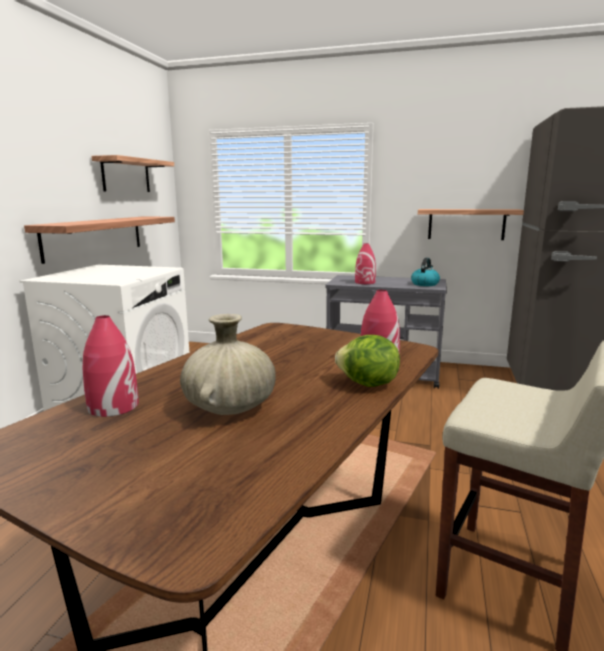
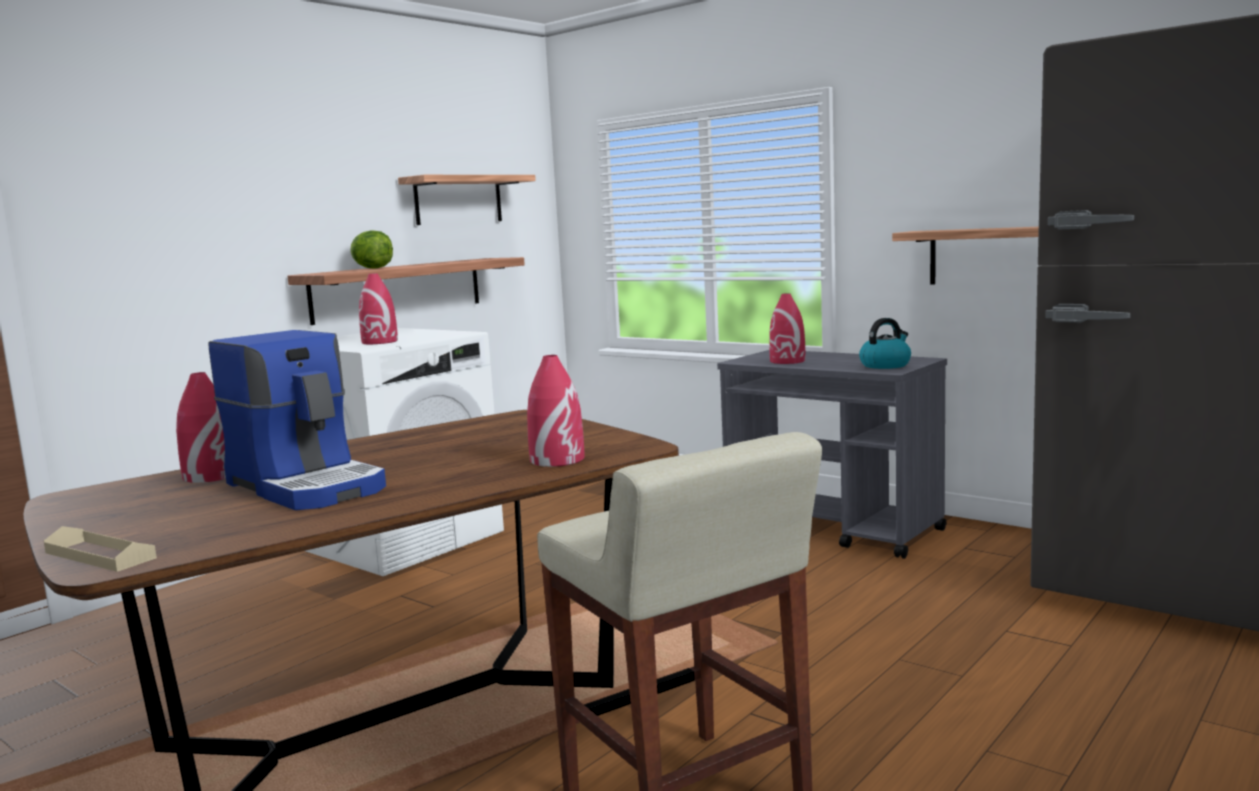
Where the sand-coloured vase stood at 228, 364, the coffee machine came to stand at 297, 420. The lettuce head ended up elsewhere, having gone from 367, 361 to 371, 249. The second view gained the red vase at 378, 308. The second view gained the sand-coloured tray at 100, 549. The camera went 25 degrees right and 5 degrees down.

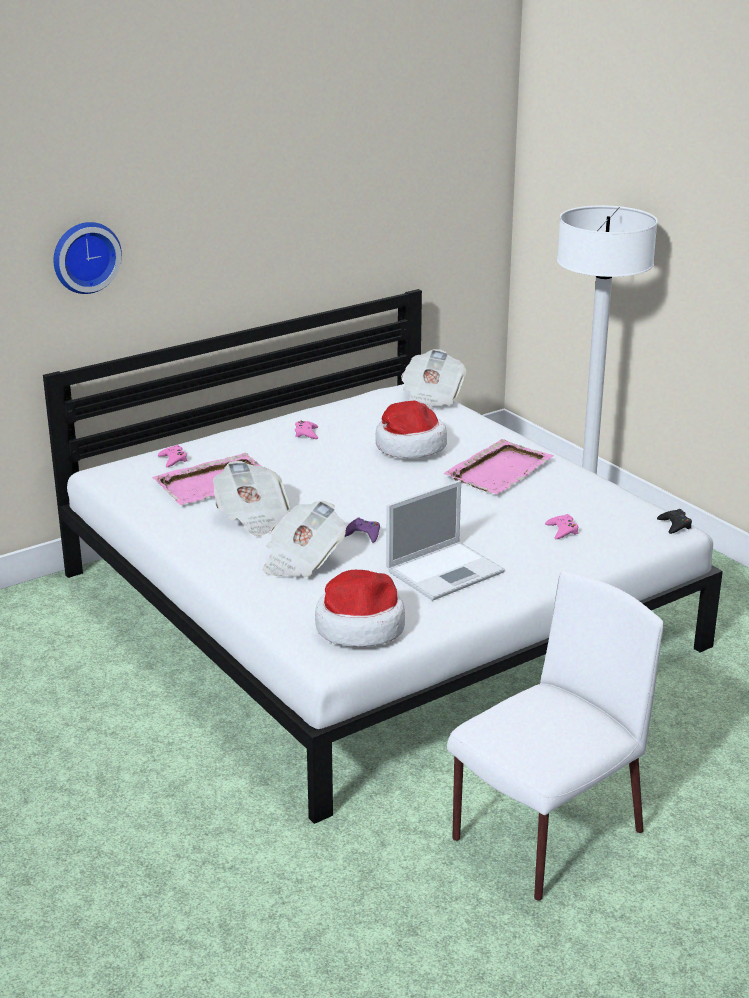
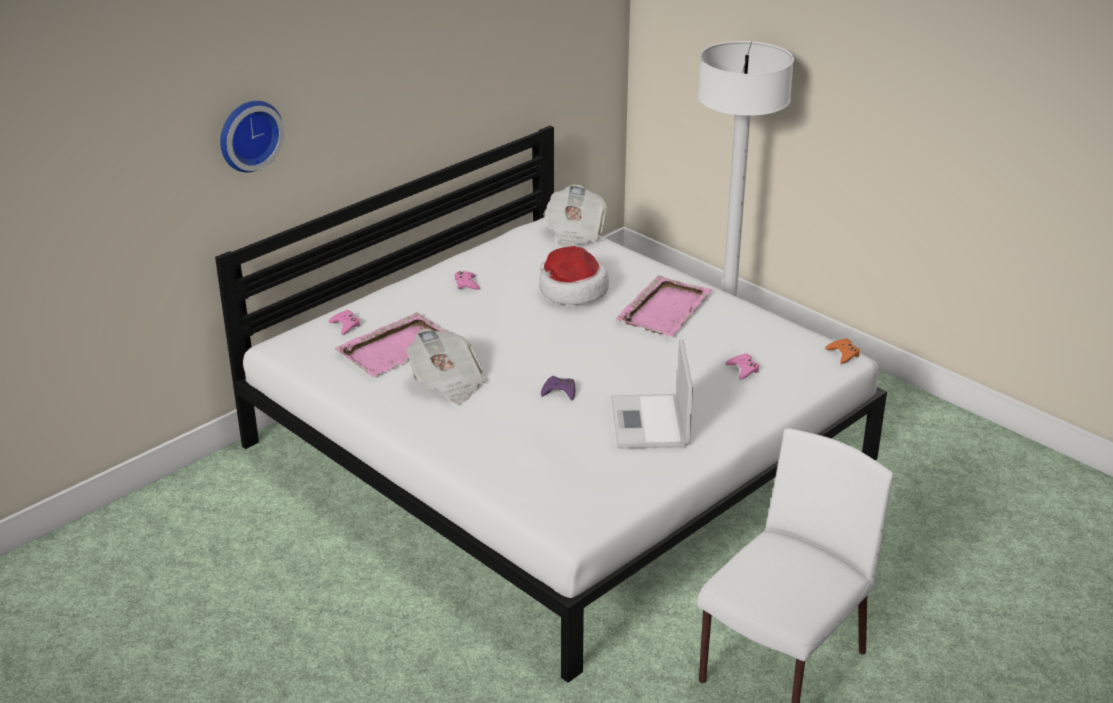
The laptop at 445, 540 ended up facing another way, 135 degrees clockwise from before. The second view lost the newspaper at 304, 539. What was the black-coloured joypad at 674, 521 turned into the orangey joypad at 842, 351. The second view lost the hat at 360, 608. The camera went 10 degrees left and 5 degrees up.

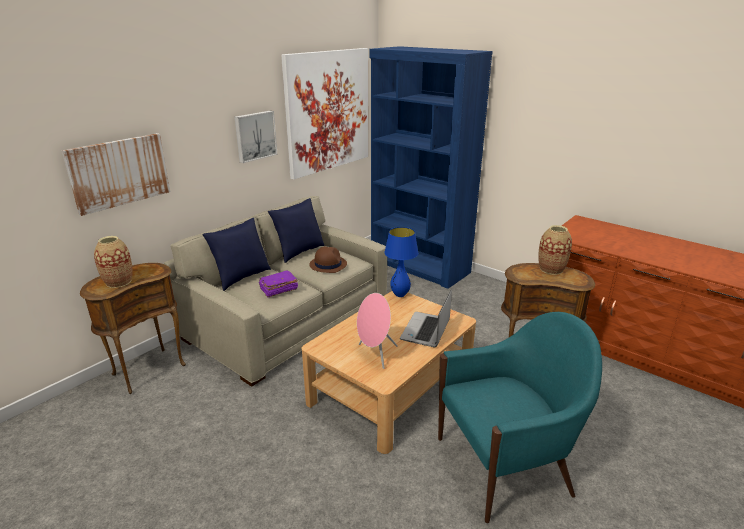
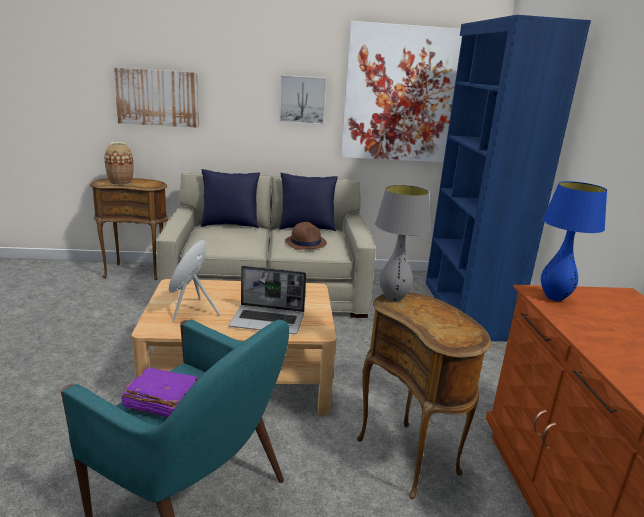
The second view lost the vase at 555, 250. The blue table lamp ended up elsewhere, having gone from 401, 262 to 574, 241. The purple book ended up elsewhere, having gone from 278, 284 to 160, 392. The laptop at 426, 318 ended up facing another way, 150 degrees counterclockwise from before. The second view gained the grey table lamp at 403, 243. The camera went 45 degrees right and 5 degrees down.

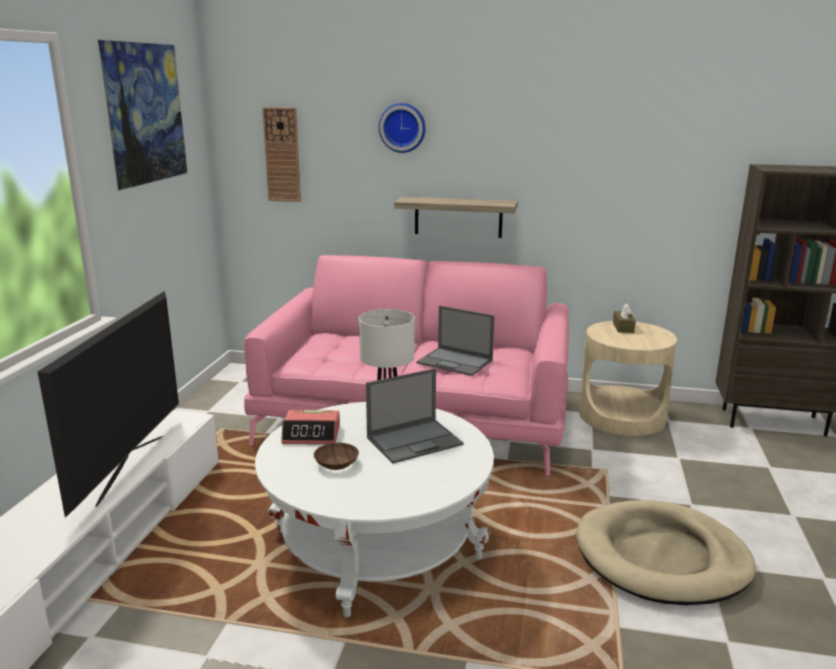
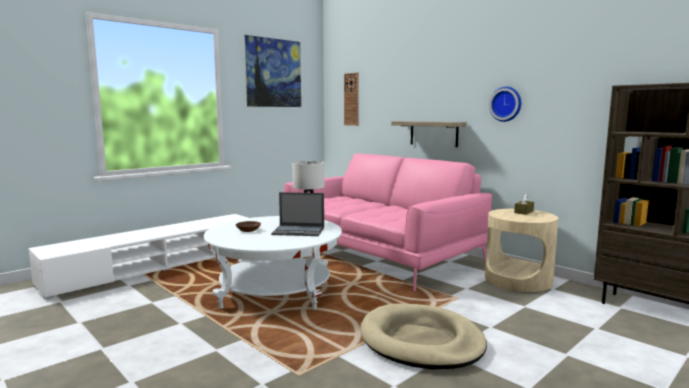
The wall clock ended up elsewhere, having gone from 402, 128 to 505, 104. The second view lost the TV set at 108, 404. The second view lost the laptop at 456, 341. The second view lost the table clock at 310, 427. The camera went 35 degrees right and 10 degrees down.

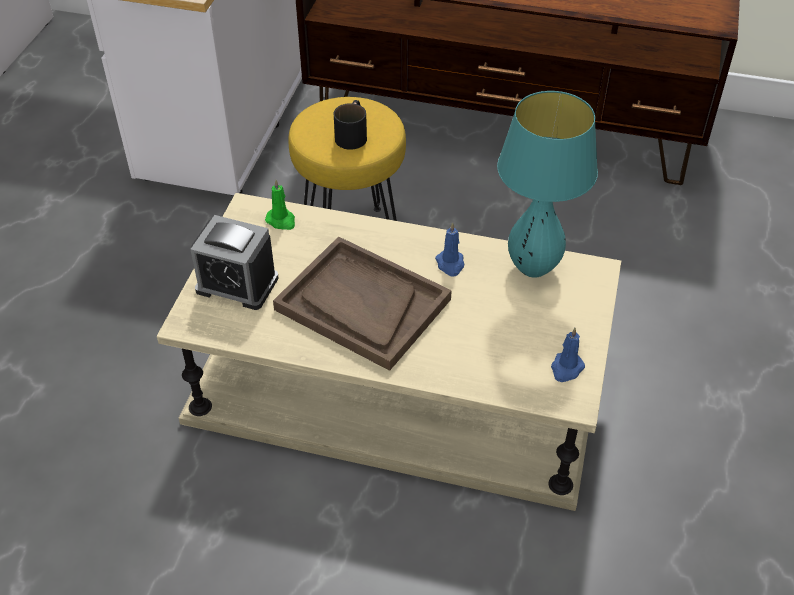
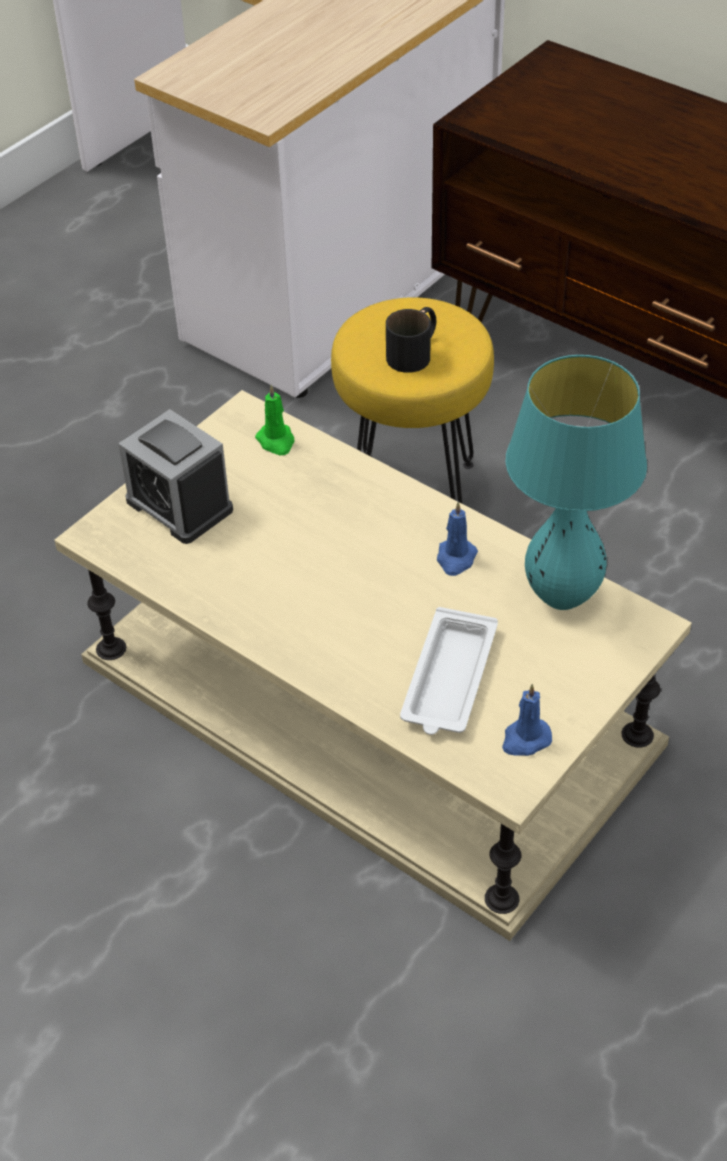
The second view lost the brown tray at 362, 303. The second view gained the white tray at 449, 671. The camera went 25 degrees right and 0 degrees up.

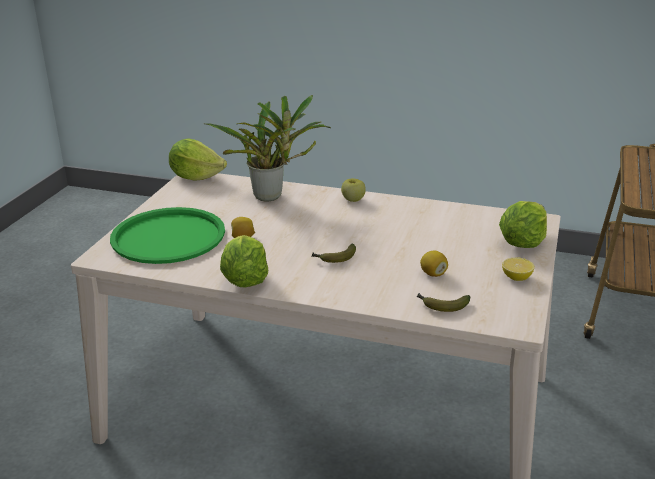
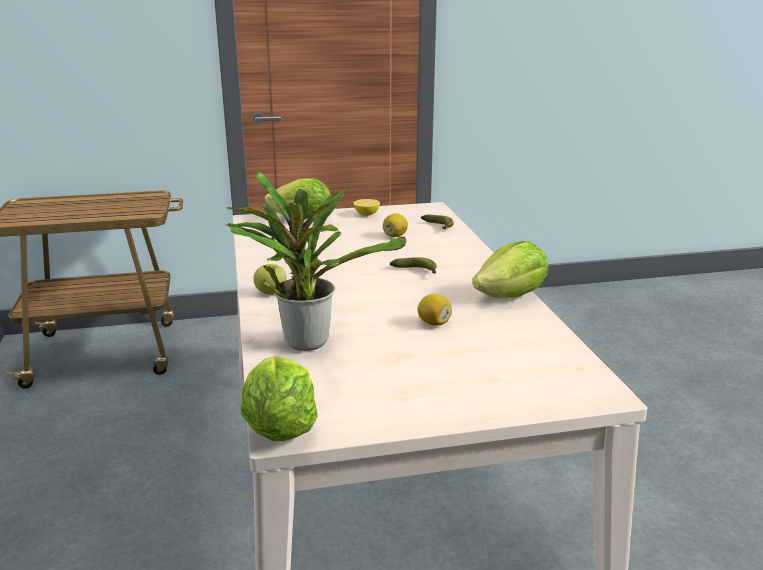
The second view lost the green tray at 167, 235. The camera went 120 degrees left and 5 degrees down.

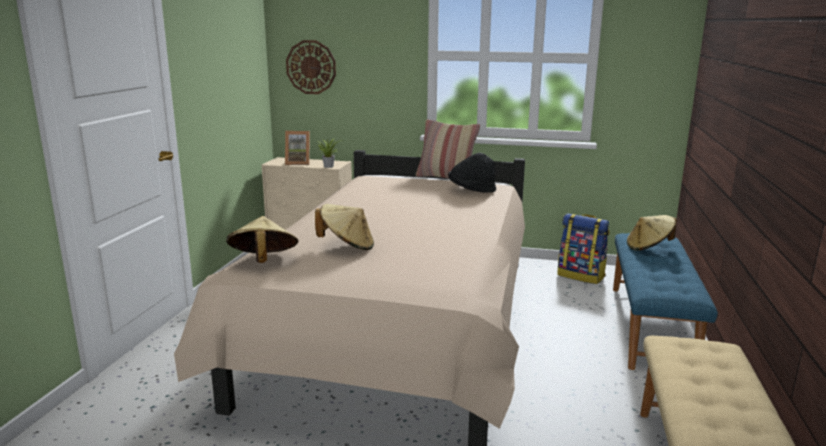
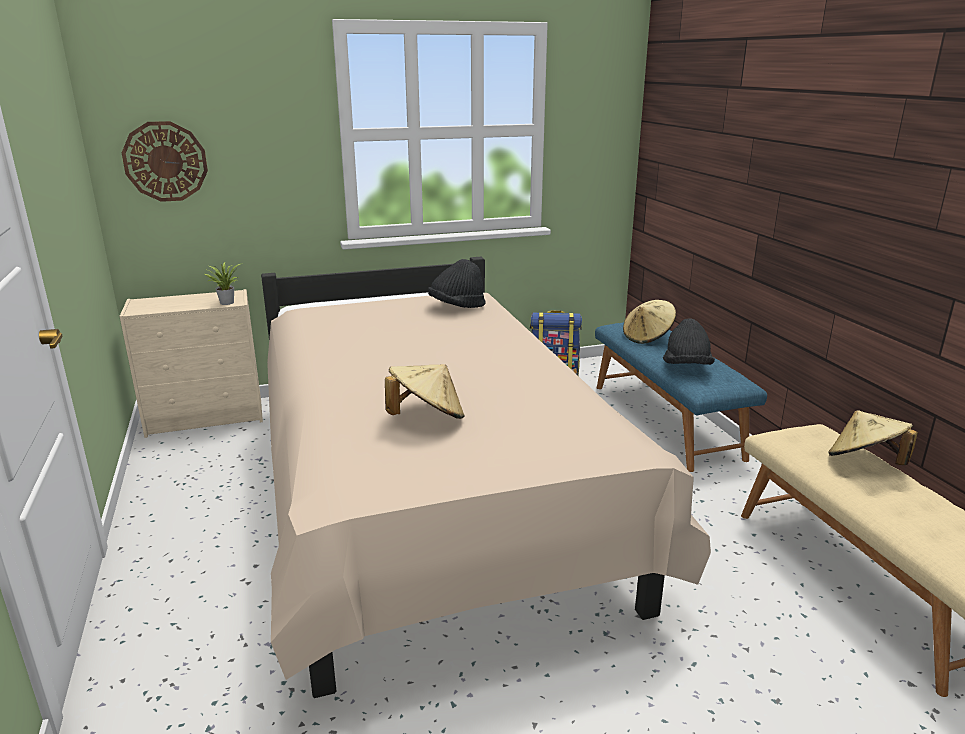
The second view lost the throw pillow at 448, 148. The second view lost the standing frame at 297, 148. The sand-coloured hat ended up elsewhere, having gone from 262, 239 to 873, 437. The second view gained the black-coloured hat at 689, 342. The camera went 30 degrees left and 5 degrees up.

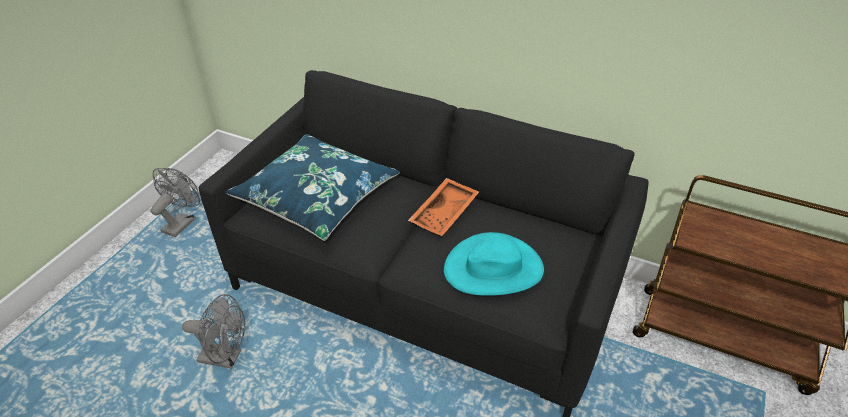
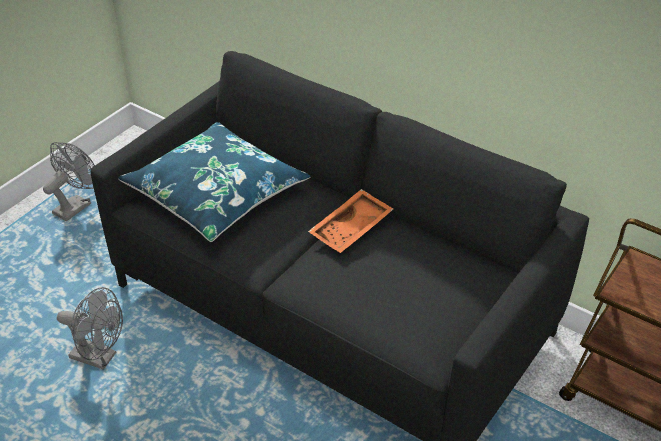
The second view lost the blue-green hat at 494, 264. The camera went 10 degrees right and 0 degrees up.

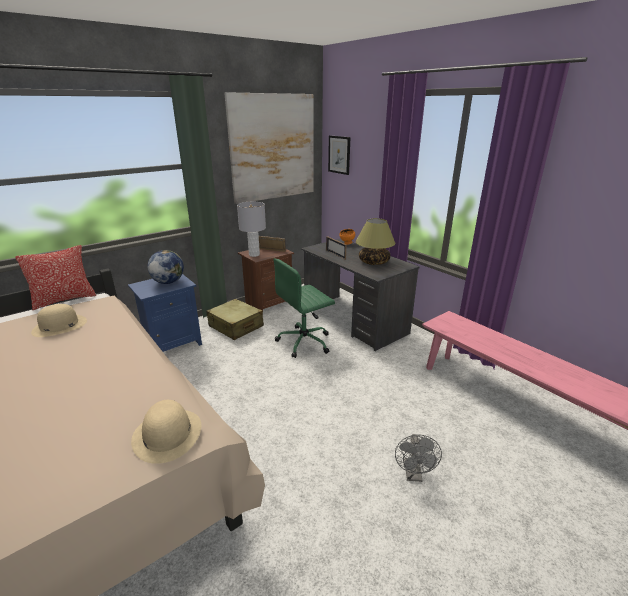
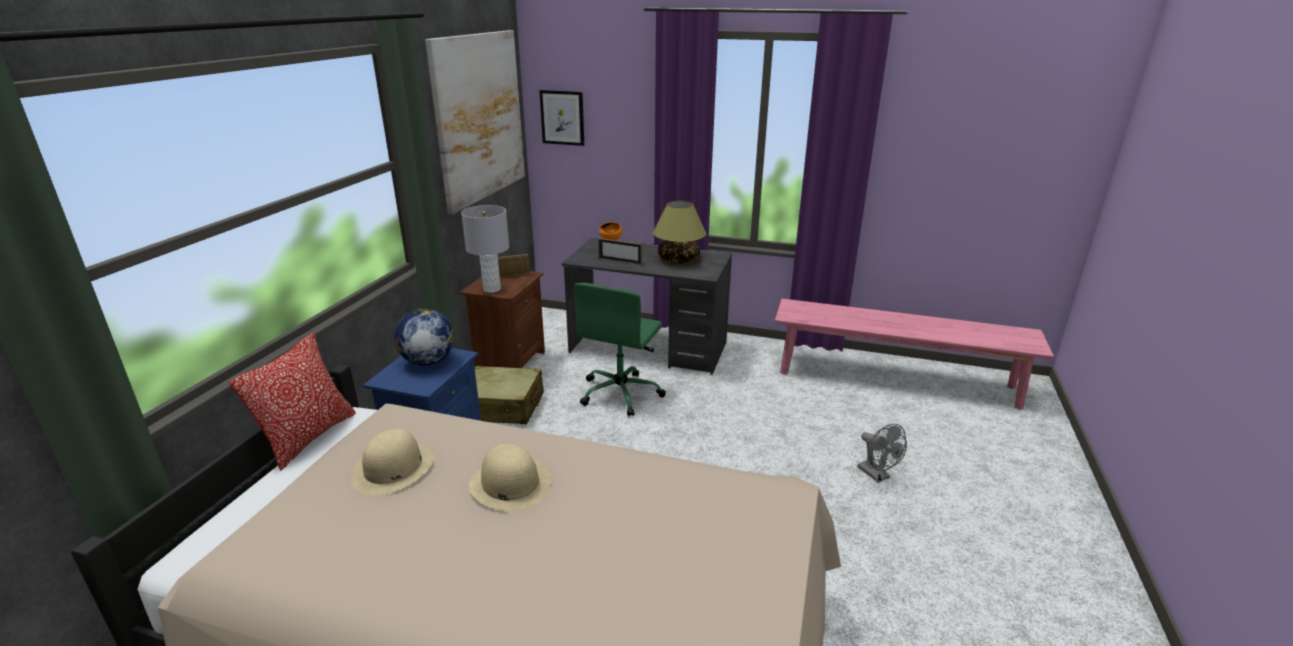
The sand-coloured hat ended up elsewhere, having gone from 166, 432 to 510, 477. The camera went 35 degrees left and 0 degrees up.

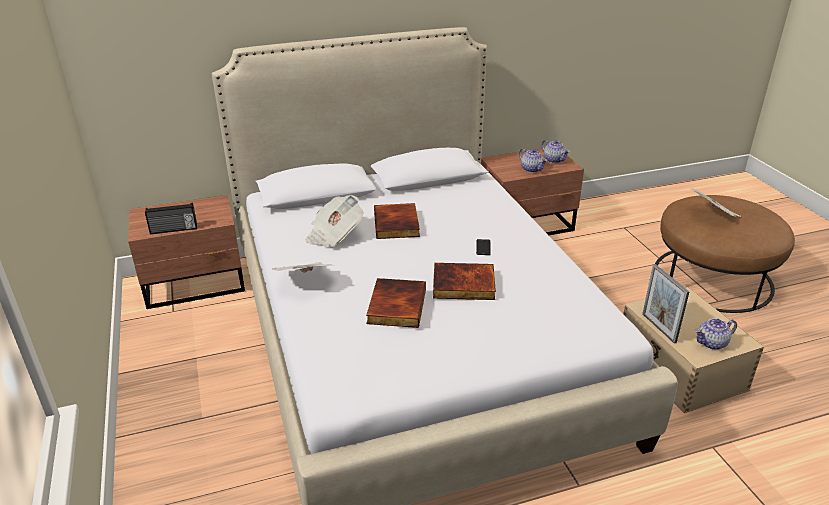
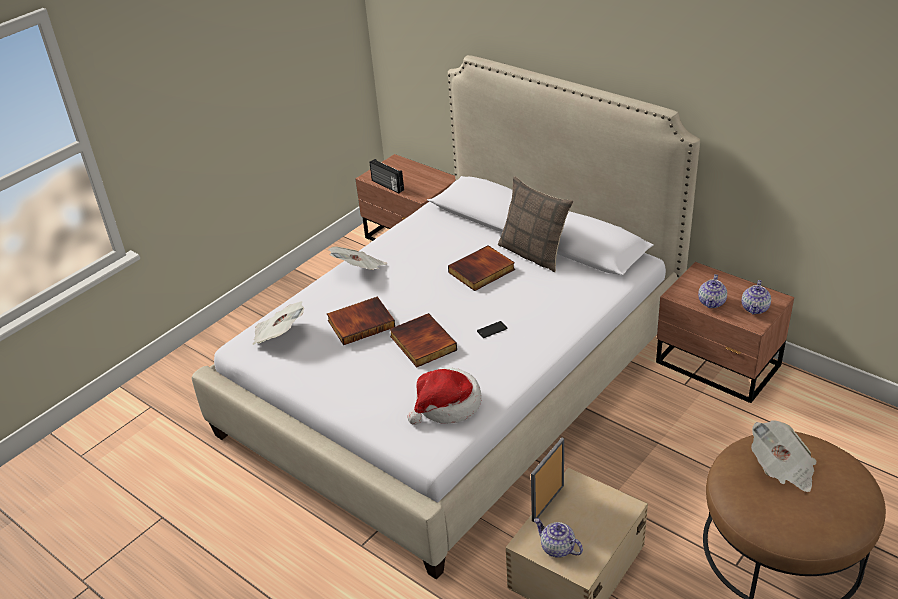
The newspaper ended up elsewhere, having gone from 334, 221 to 278, 323. The second view gained the throw pillow at 536, 224. The second view gained the hat at 444, 396. The camera went 60 degrees right and 5 degrees up.

